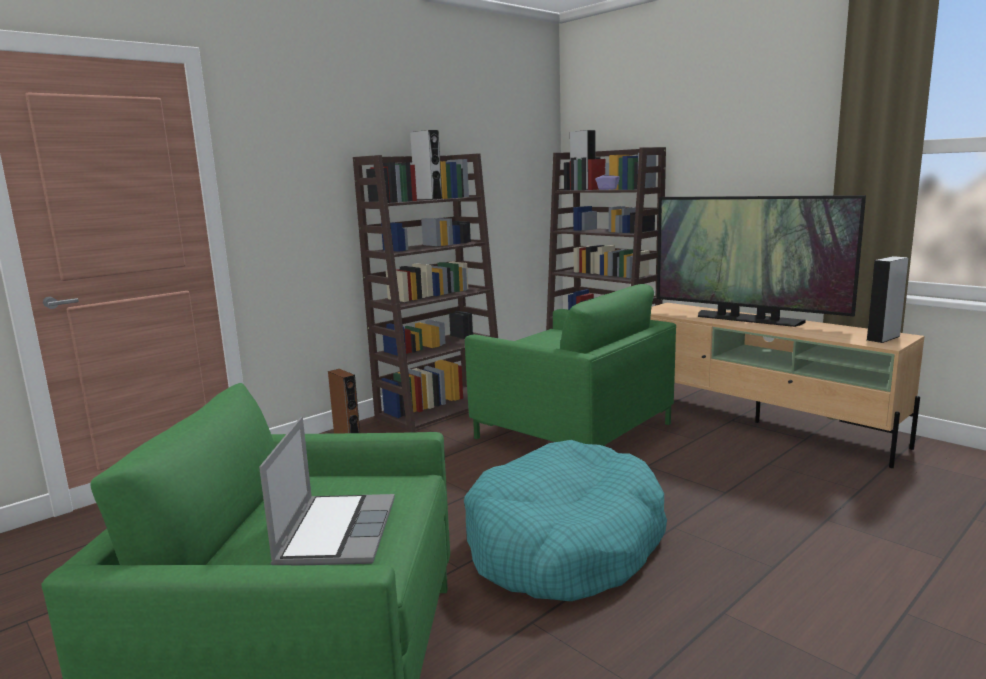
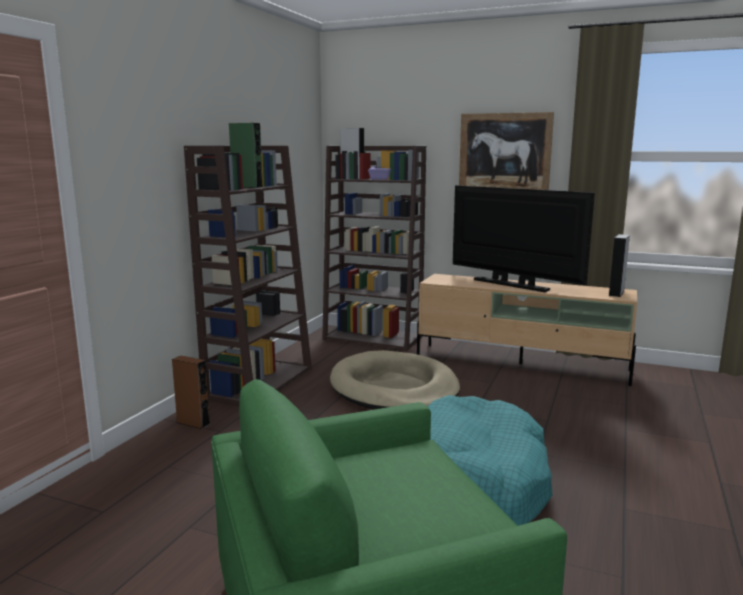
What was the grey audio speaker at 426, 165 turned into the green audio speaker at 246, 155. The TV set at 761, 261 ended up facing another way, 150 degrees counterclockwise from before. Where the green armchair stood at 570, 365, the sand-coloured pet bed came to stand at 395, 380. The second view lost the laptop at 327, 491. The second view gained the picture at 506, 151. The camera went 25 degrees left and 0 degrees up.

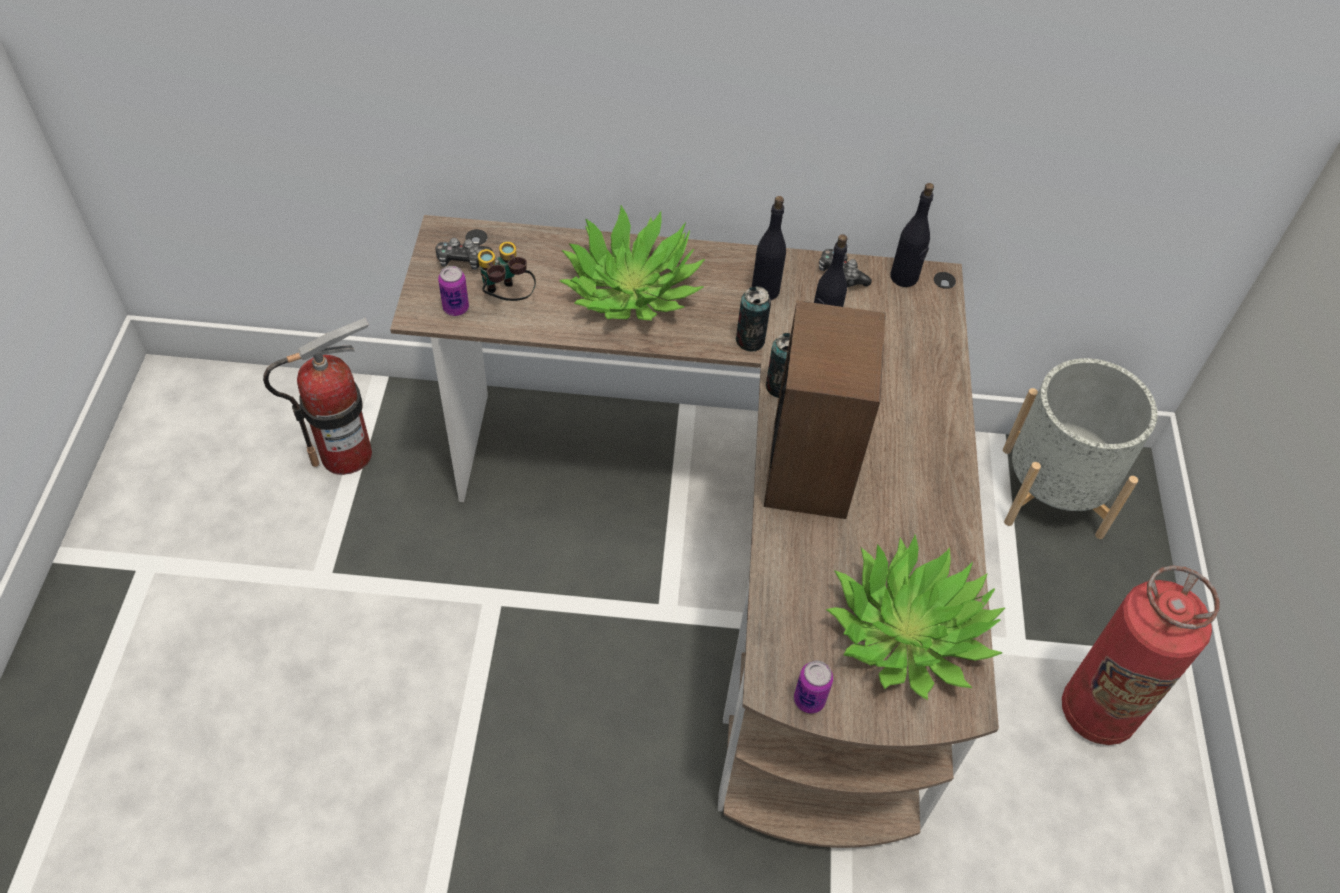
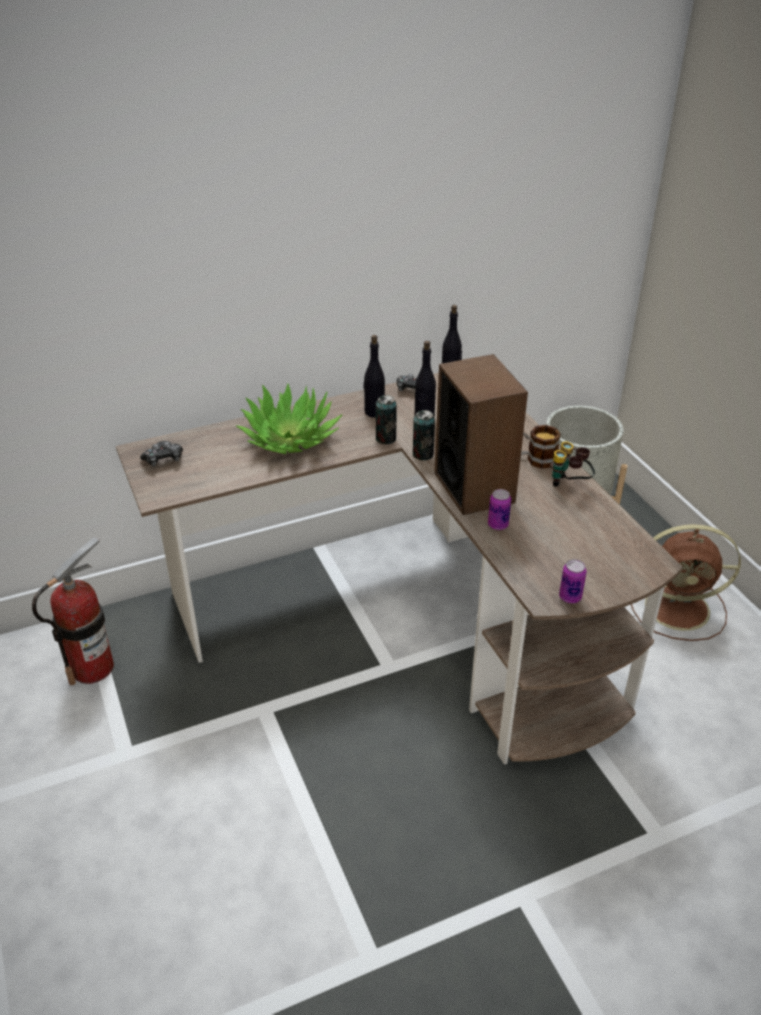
The pair of binoculars ended up elsewhere, having gone from 507, 271 to 572, 464. The metal can ended up elsewhere, having gone from 453, 291 to 499, 509. The second view lost the plant in a pot at 915, 617. Where the extinguisher stood at 1141, 655, the brown cooling fan came to stand at 686, 582. The second view gained the tea mug at 541, 447. The camera went 25 degrees left and 15 degrees down.

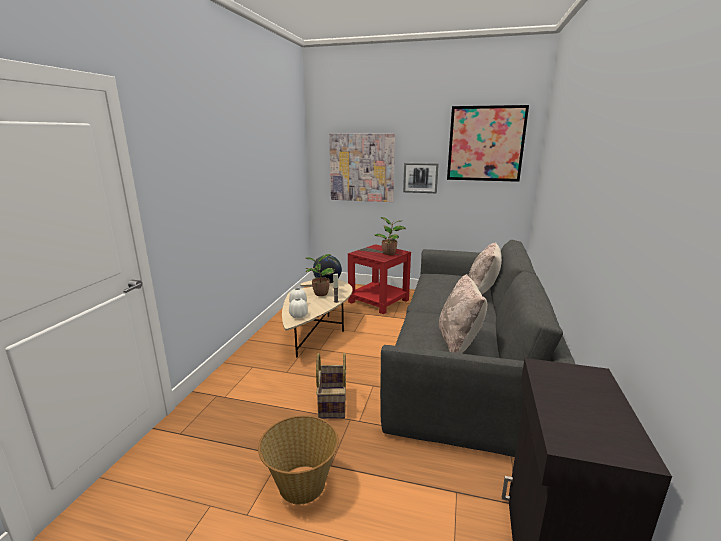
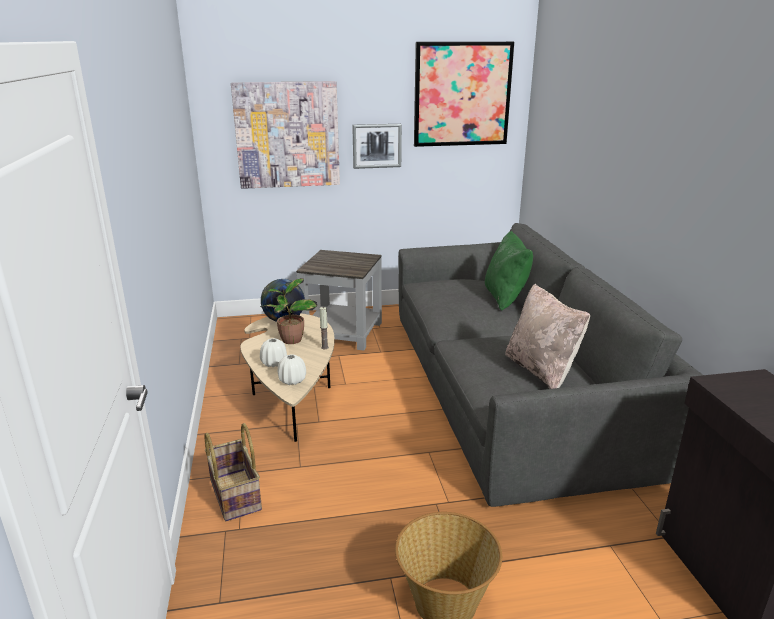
The second view lost the plant in a pot at 390, 236. What was the sand-coloured throw pillow at 485, 268 turned into the green throw pillow at 509, 271. What was the red end table at 379, 279 turned into the grey end table at 339, 300. The basket ended up elsewhere, having gone from 331, 386 to 233, 472. The camera went 25 degrees left and 5 degrees up.

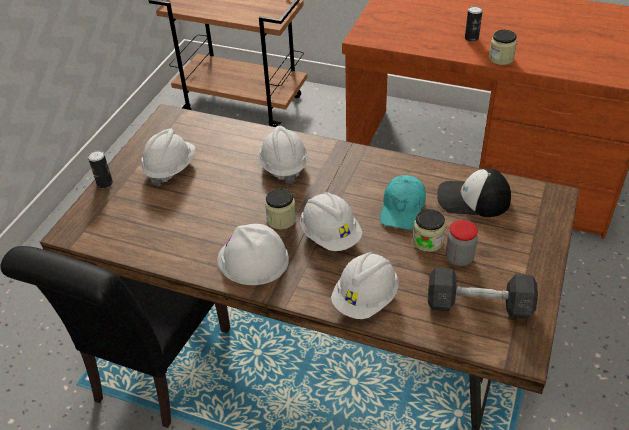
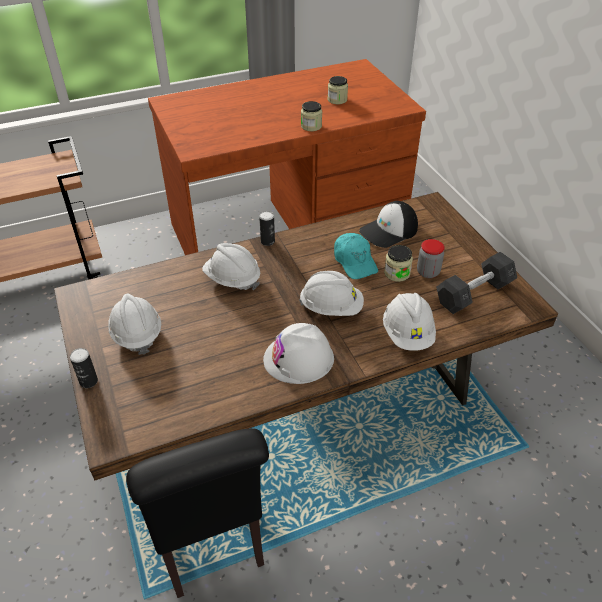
The metal can ended up elsewhere, having gone from 474, 24 to 267, 228. The storage jar ended up elsewhere, having gone from 280, 209 to 338, 90. The camera went 45 degrees left and 0 degrees up.

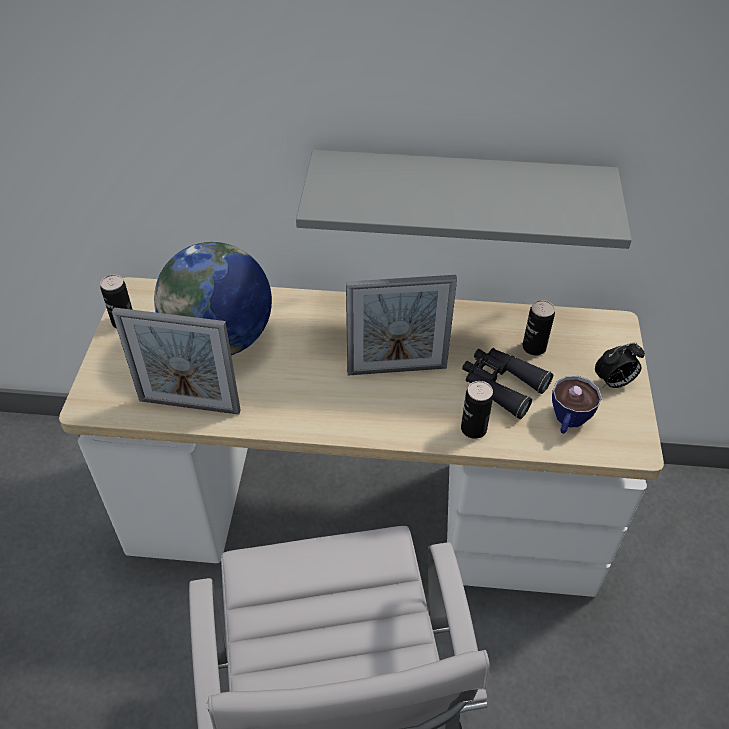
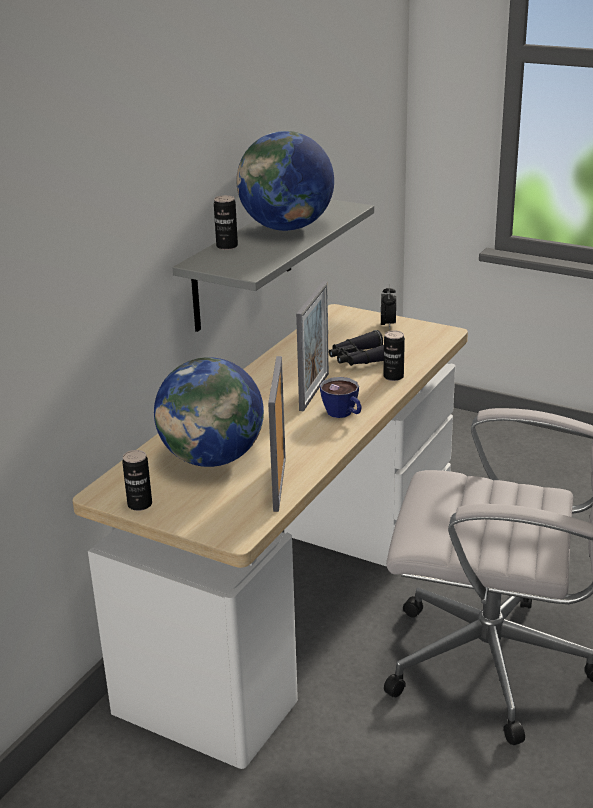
The metal can ended up elsewhere, having gone from 538, 327 to 226, 222. The standing frame at 176, 361 ended up facing another way, 150 degrees clockwise from before. The small cup ended up elsewhere, having gone from 577, 405 to 341, 397. The second view gained the globe at 285, 181. The camera went 65 degrees left and 20 degrees down.

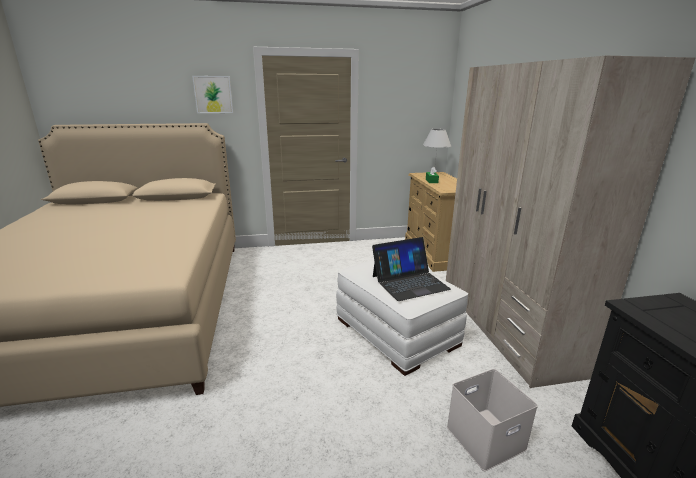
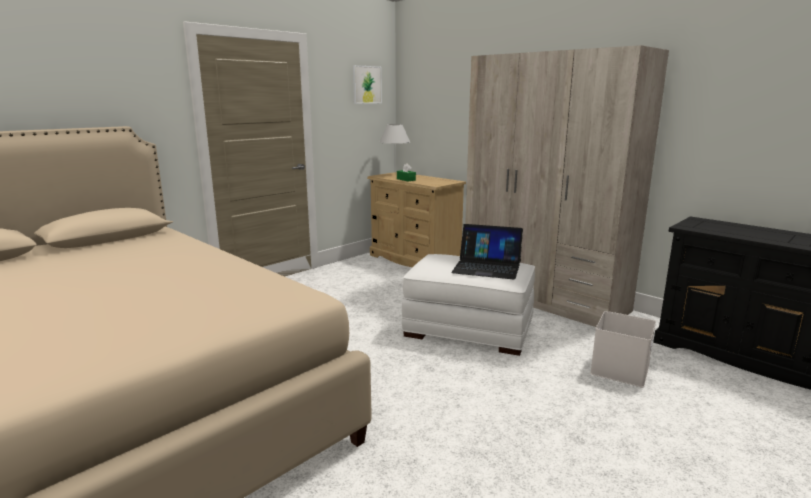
The picture ended up elsewhere, having gone from 212, 94 to 367, 84. The laptop at 411, 269 ended up facing another way, 75 degrees clockwise from before. The camera went 35 degrees left and 5 degrees down.

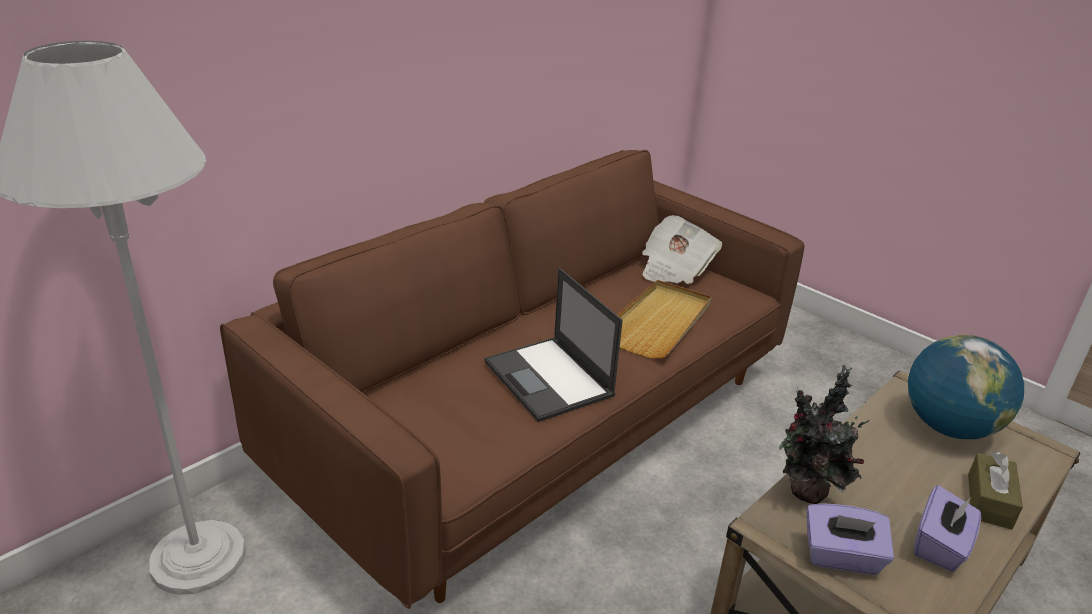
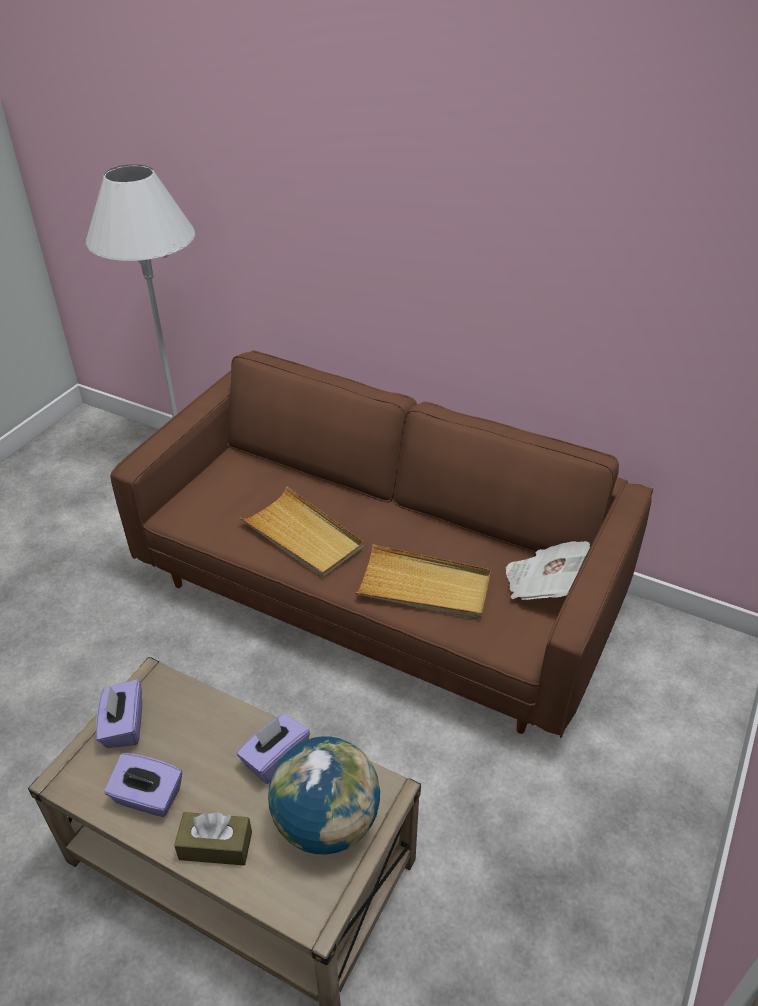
Where the laptop stood at 553, 345, the sand-coloured tray came to stand at 301, 532. The second view lost the plant in a pot at 824, 434. The second view gained the purple tissue box at 273, 749. The camera went 75 degrees right and 10 degrees up.

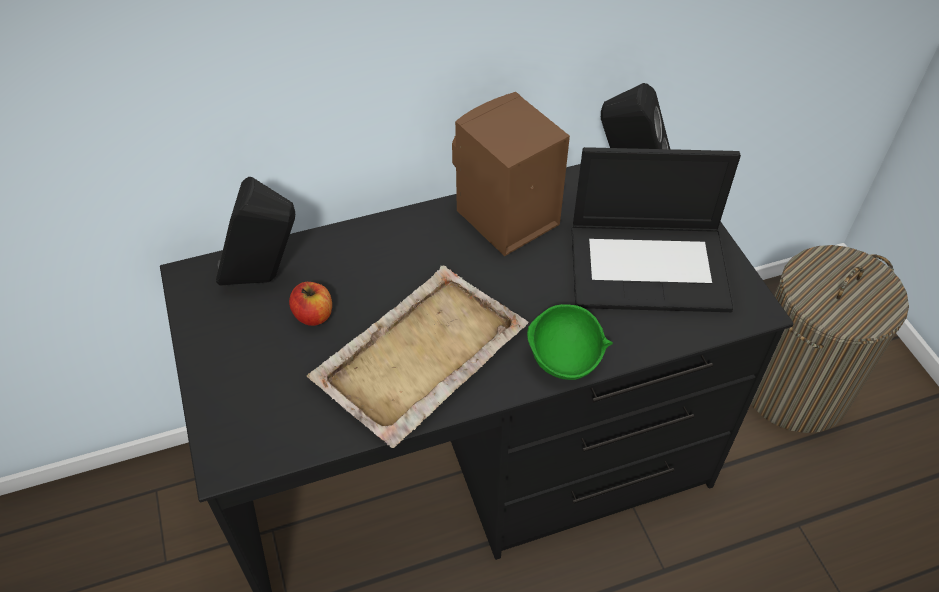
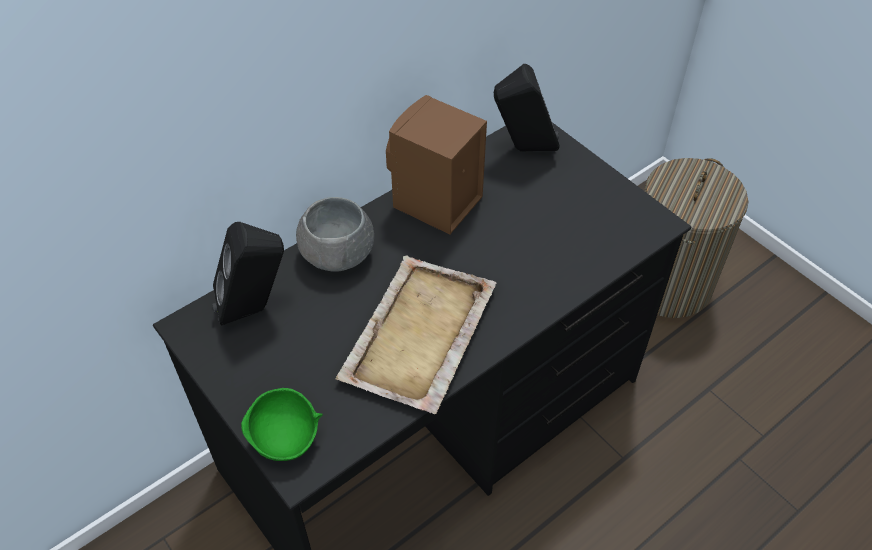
The second view lost the laptop at 656, 229. The second view lost the whole apple at 310, 304. The green serving bowl ended up elsewhere, having gone from 570, 342 to 282, 424. The second view gained the grey serving bowl at 335, 234. The camera went 20 degrees left and 0 degrees up.

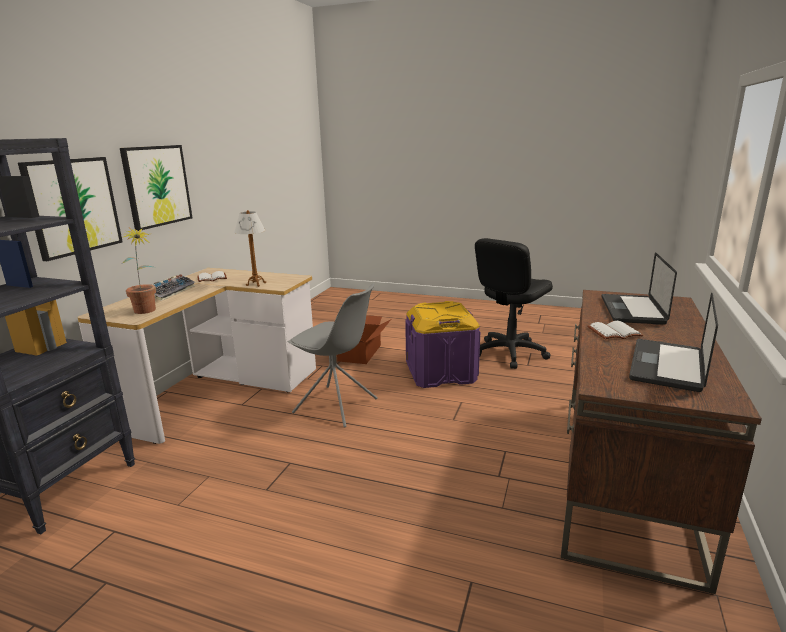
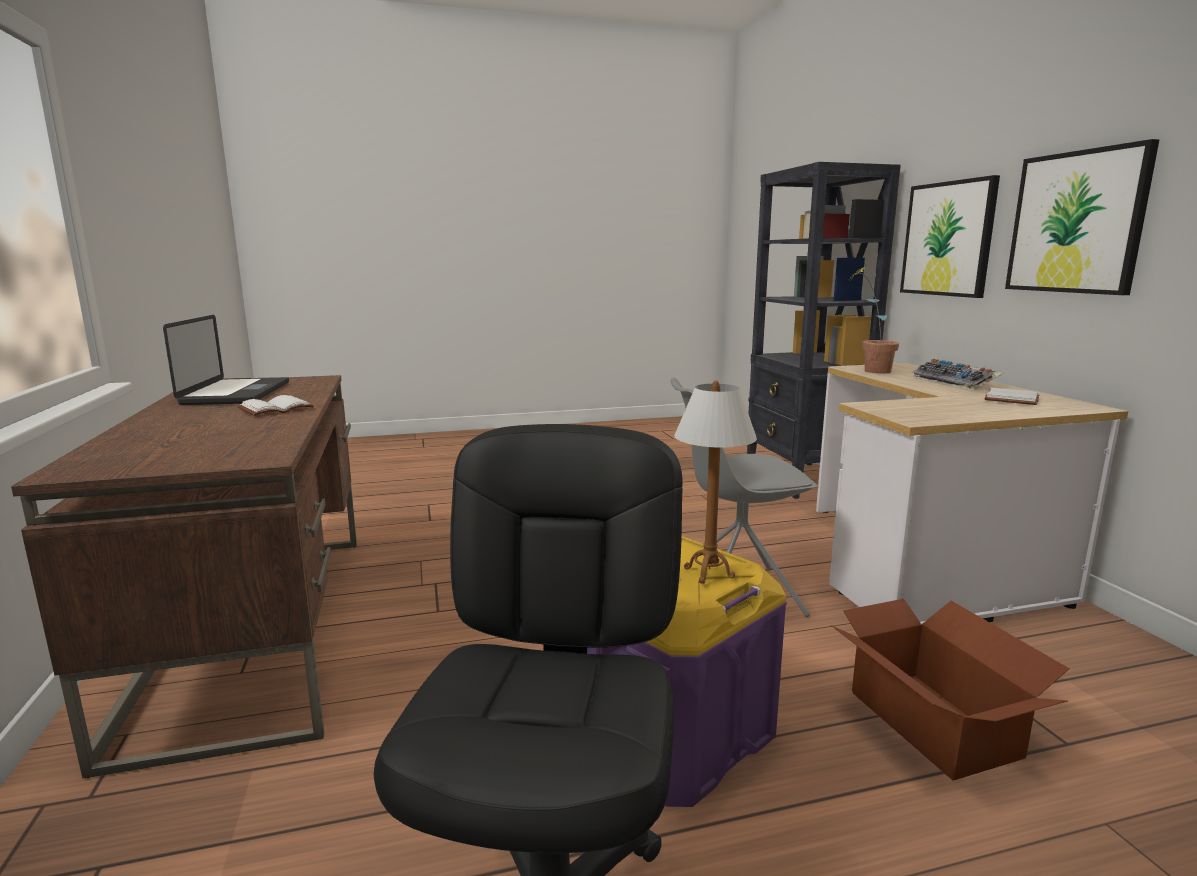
The table lamp ended up elsewhere, having gone from 250, 248 to 715, 482. The second view lost the laptop at 639, 288. The camera went 145 degrees right and 5 degrees down.

